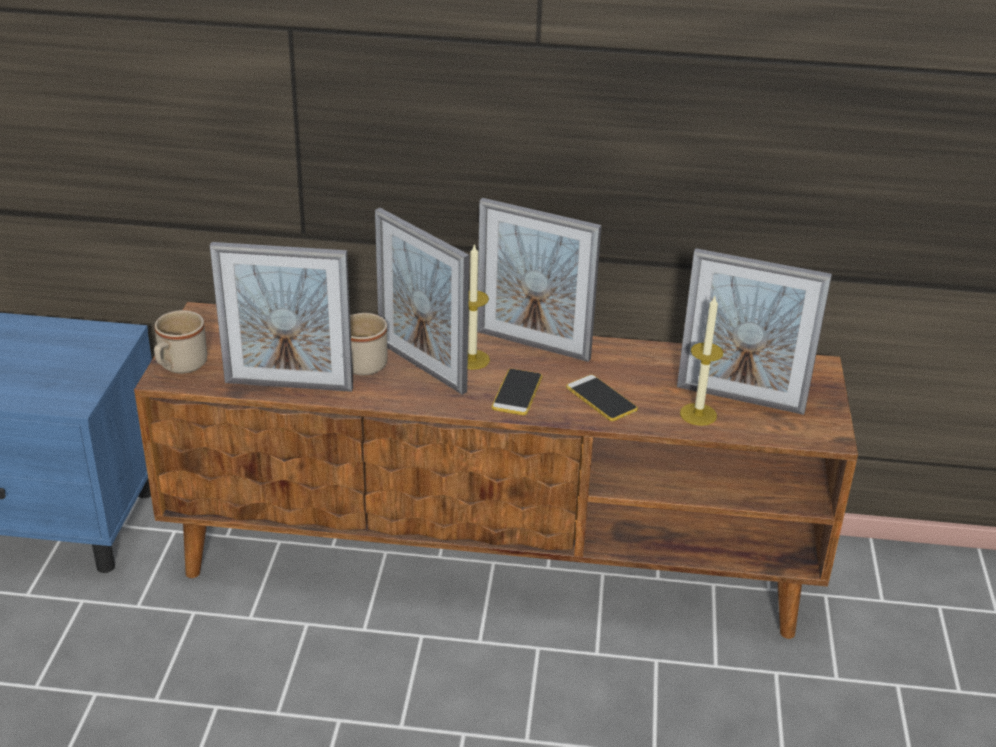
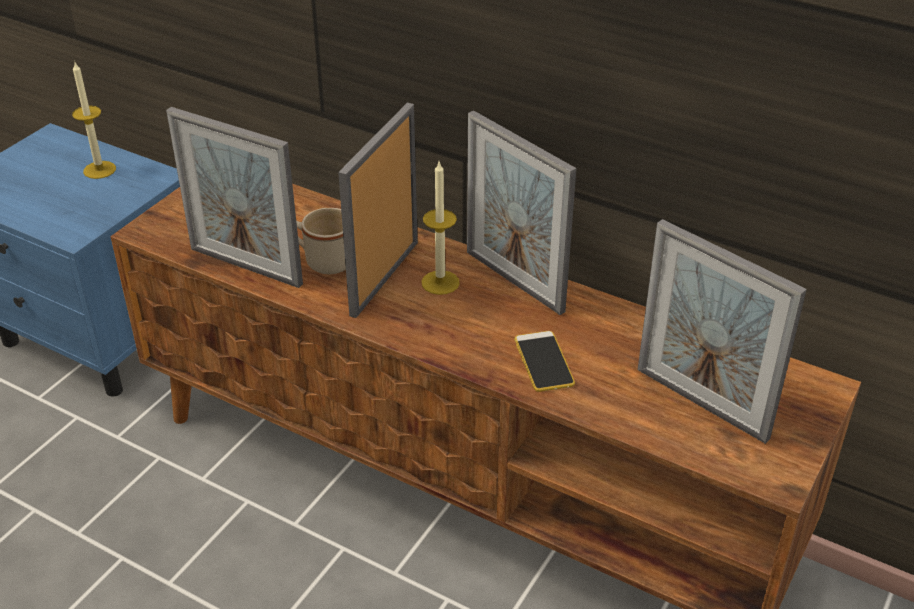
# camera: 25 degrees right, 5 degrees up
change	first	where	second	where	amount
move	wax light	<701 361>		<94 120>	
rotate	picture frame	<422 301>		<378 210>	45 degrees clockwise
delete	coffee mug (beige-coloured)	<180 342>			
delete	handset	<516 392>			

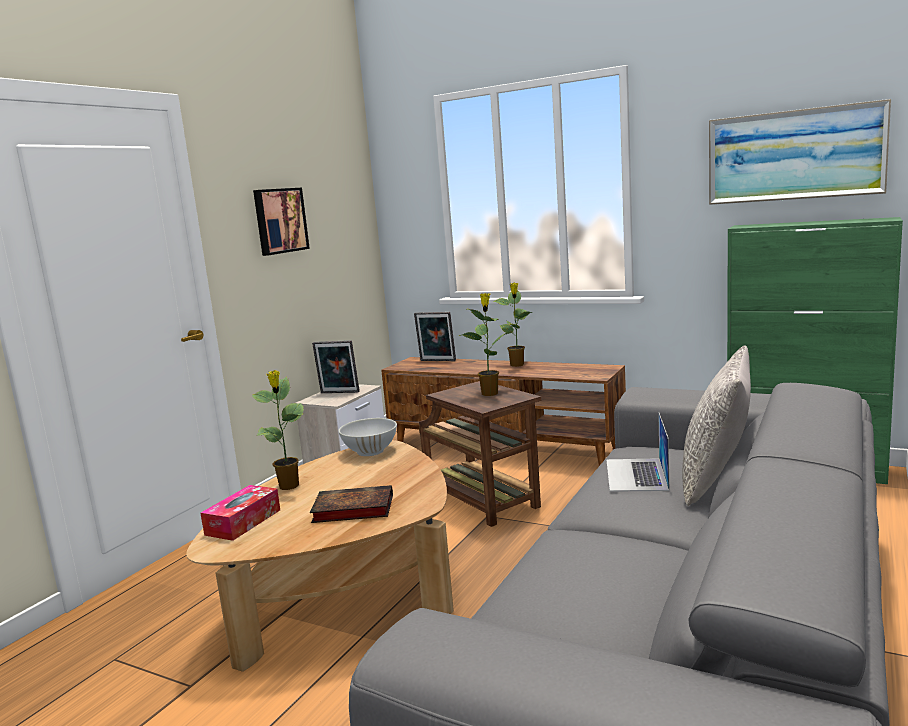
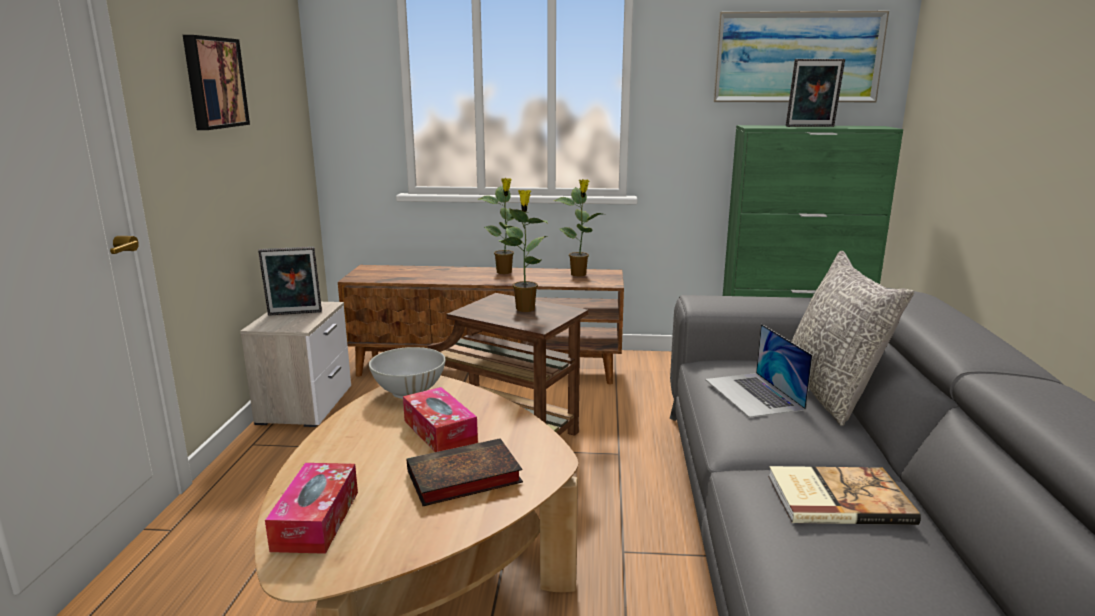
# camera: 25 degrees left, 5 degrees up
change	first	where	second	where	amount
insert			tissue box	<440 419>	
move	houseplant	<278 430>		<578 227>	
insert			bound book	<844 495>	
move	picture frame	<435 336>		<815 93>	

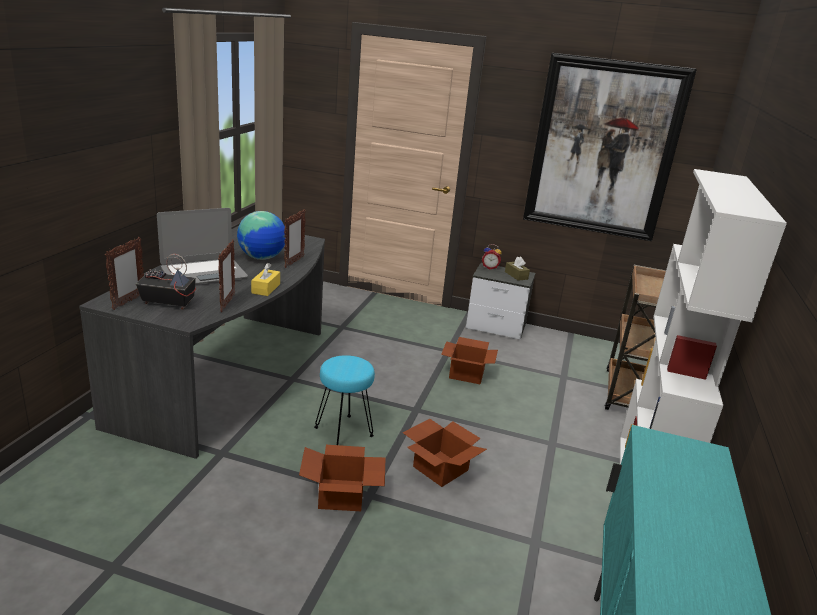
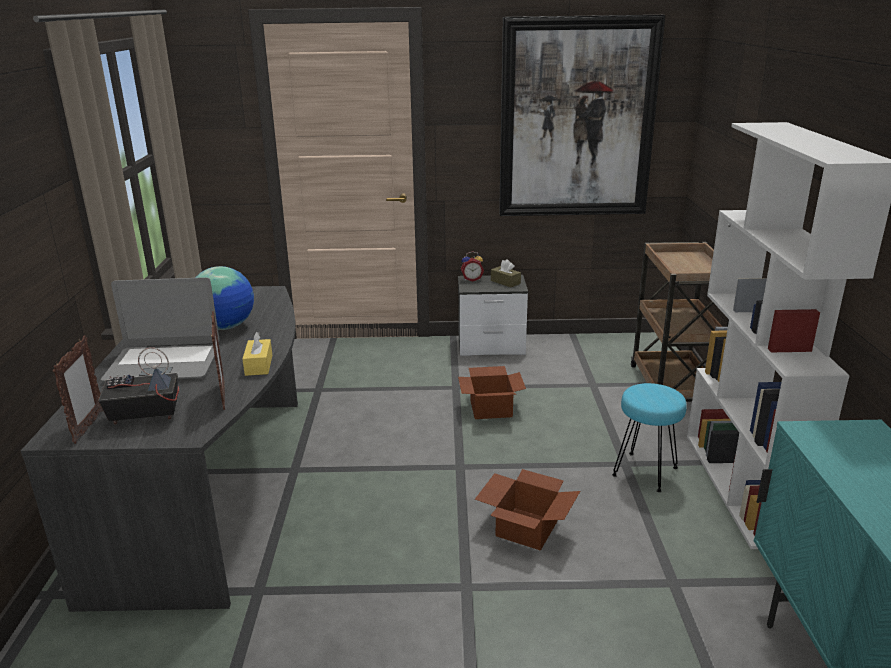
# camera: 15 degrees left, 0 degrees up
change	first	where	second	where	amount
rotate	notebook computer	<202 246>		<160 329>	45 degrees clockwise
move	sitting stool (turquoise)	<344 400>		<649 437>	
delete	picture frame	<295 238>			
delete	cardboard box	<342 478>			

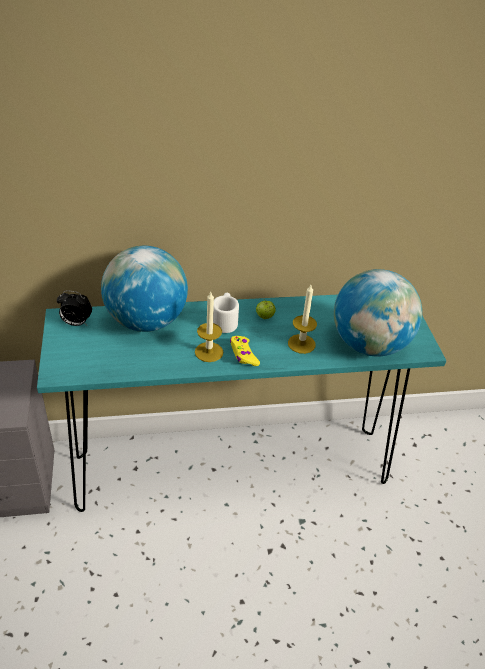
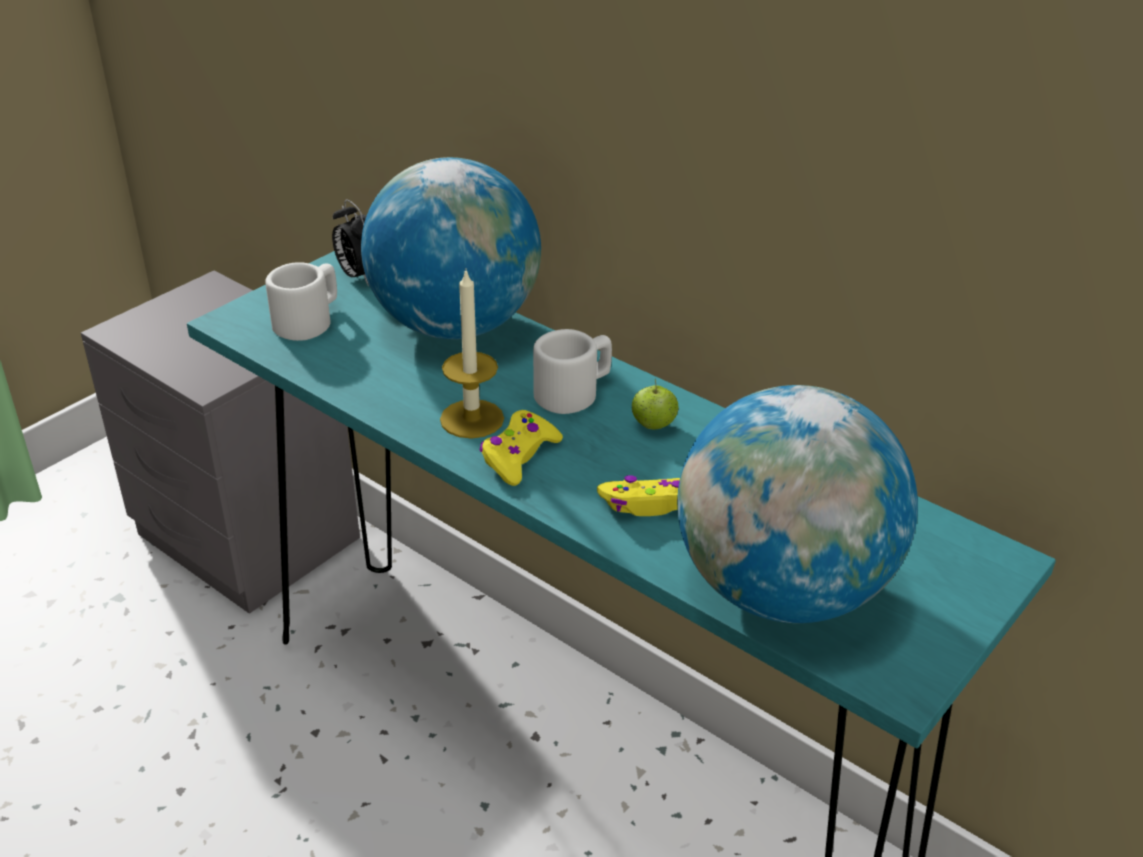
# camera: 50 degrees right, 5 degrees down
change	first	where	second	where	amount
insert			coffee mug (whitish)	<301 301>	
replace	wax light	<302 319>	joypad (yellow)	<638 495>	

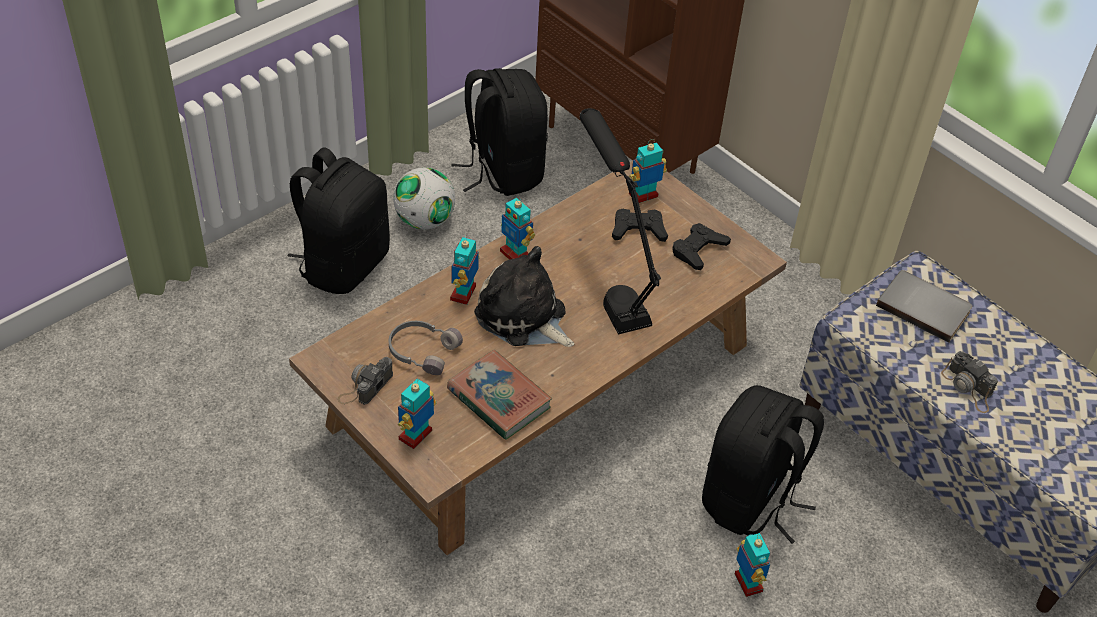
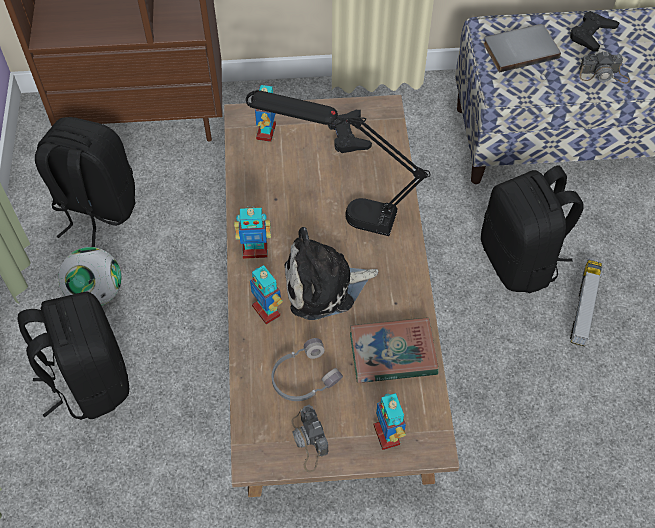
# camera: 50 degrees left, 10 degrees up
change	first	where	second	where	amount
move	joypad (blackish)	<640 225>		<594 31>	
replace	model robot	<752 565>	toy lorry	<586 303>	

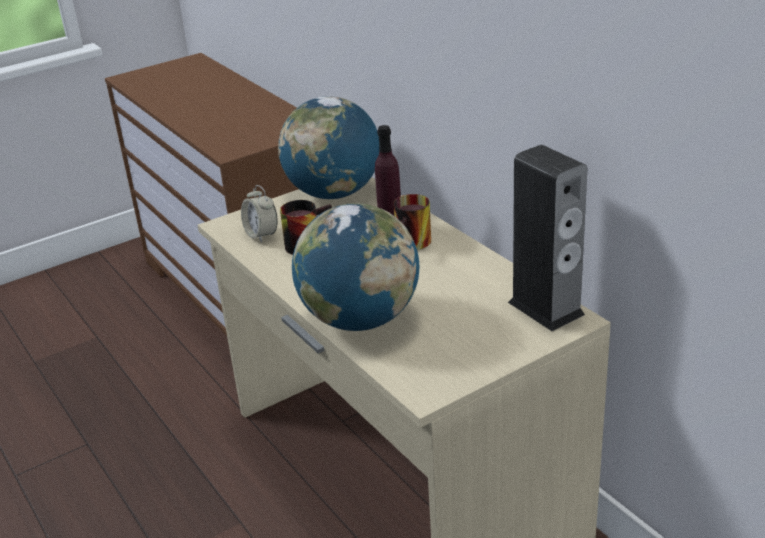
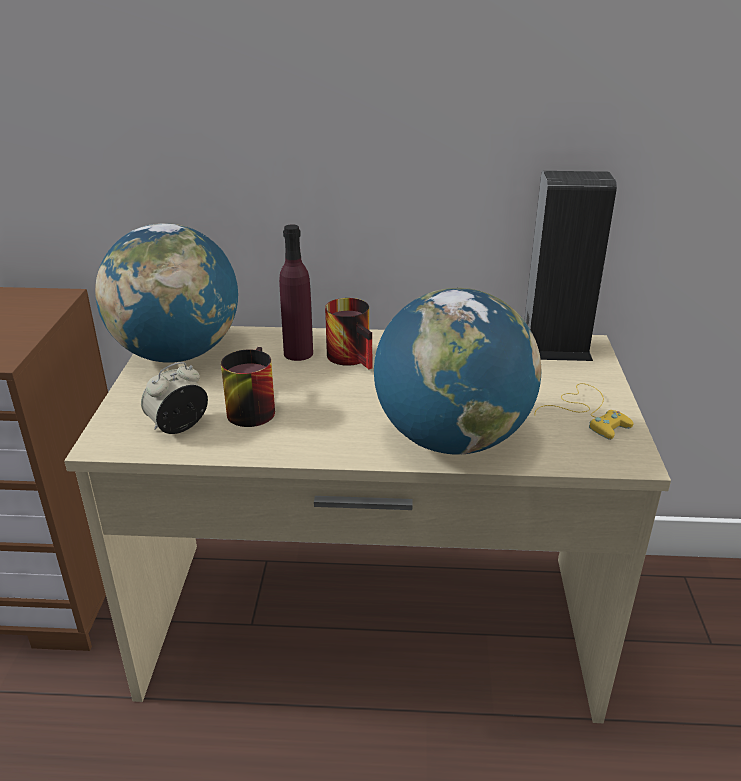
# camera: 55 degrees left, 0 degrees up
change	first	where	second	where	amount
rotate	bedside clock	<259 214>		<174 398>	135 degrees clockwise
insert			joypad (yellow)	<584 411>	

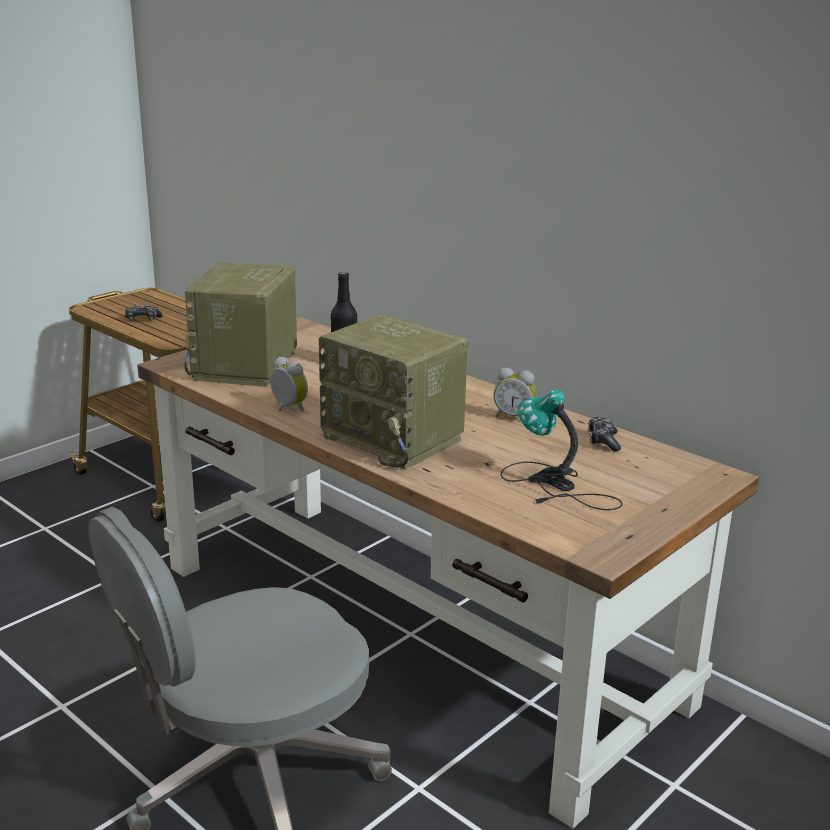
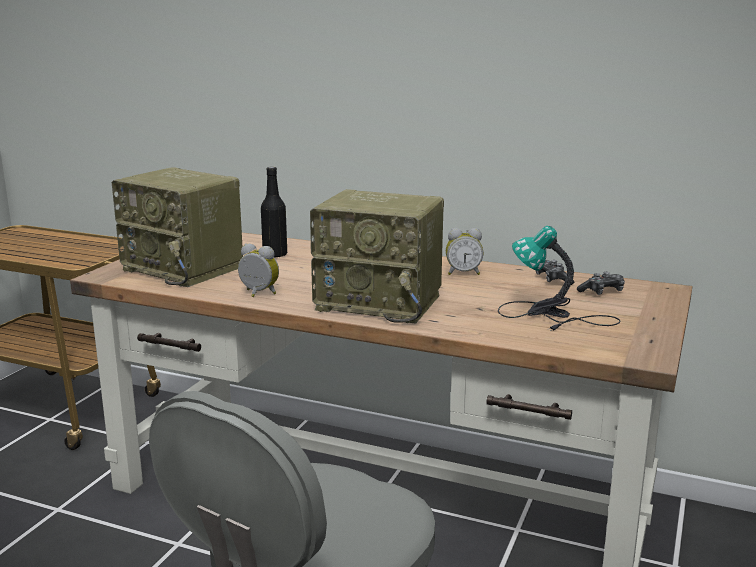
# camera: 20 degrees left, 5 degrees down
change	first	where	second	where	amount
rotate	radio receiver	<240 324>		<177 227>	45 degrees counterclockwise
move	joypad	<144 312>		<601 283>	

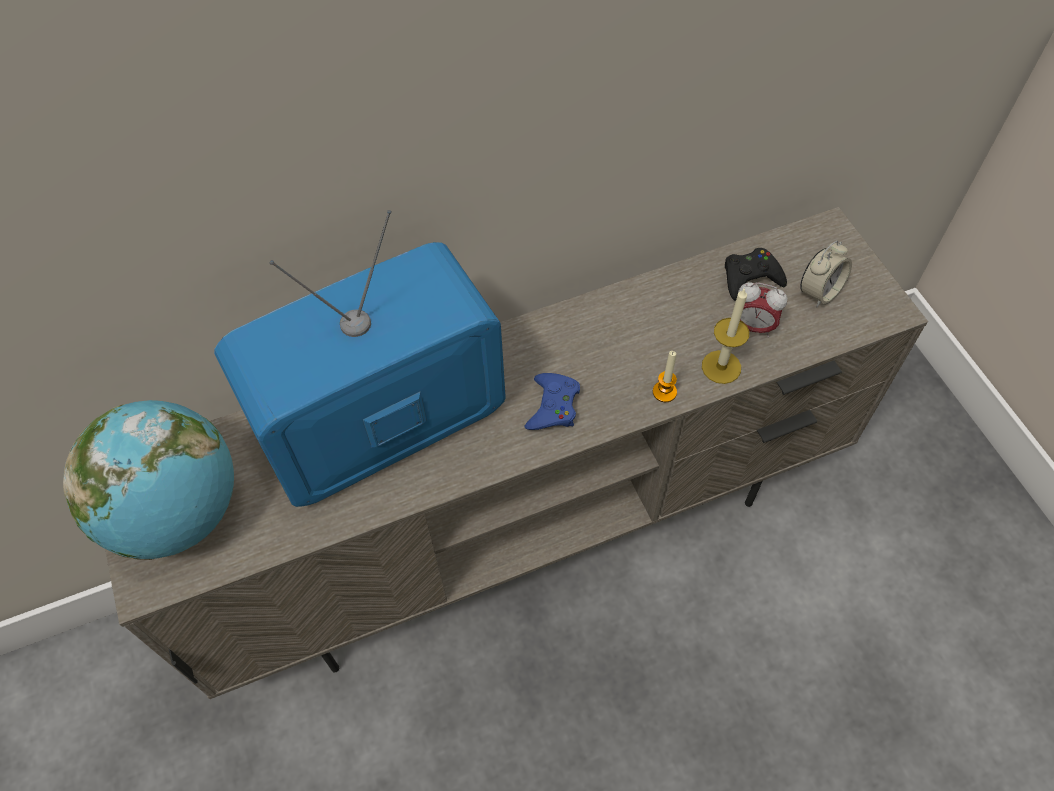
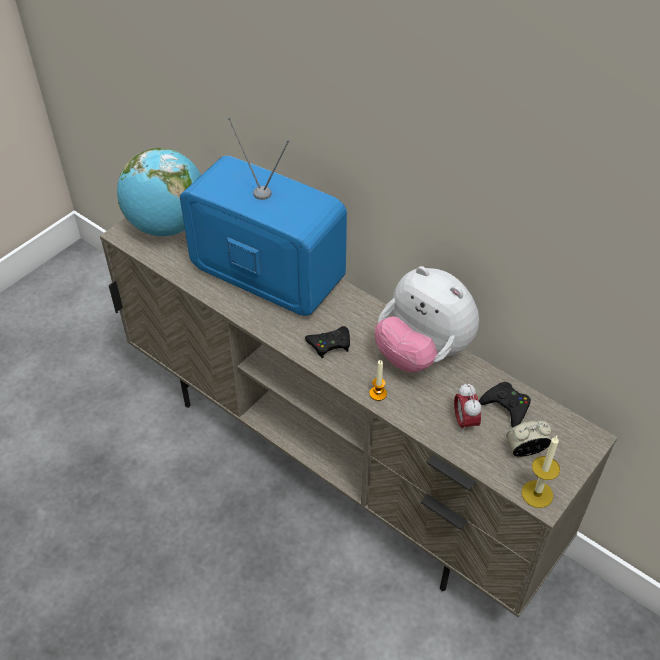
# camera: 60 degrees right, 10 degrees down
change	first	where	second	where	amount
recolor	joypad (blue-coloured)	<552 401>	joypad (blackish)	<327 342>	
insert			soft toy	<427 319>	
rotate	bedside clock	<826 274>		<528 438>	150 degrees clockwise
move	wax light	<725 336>		<541 472>	

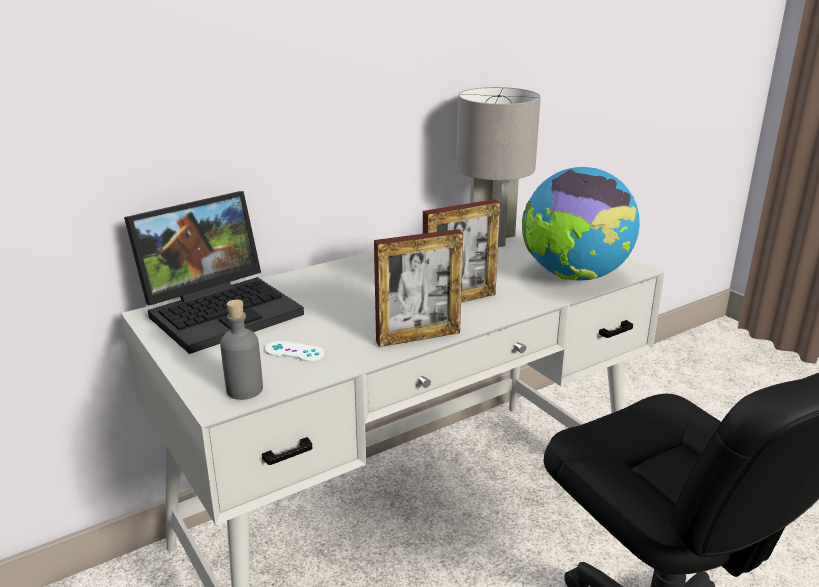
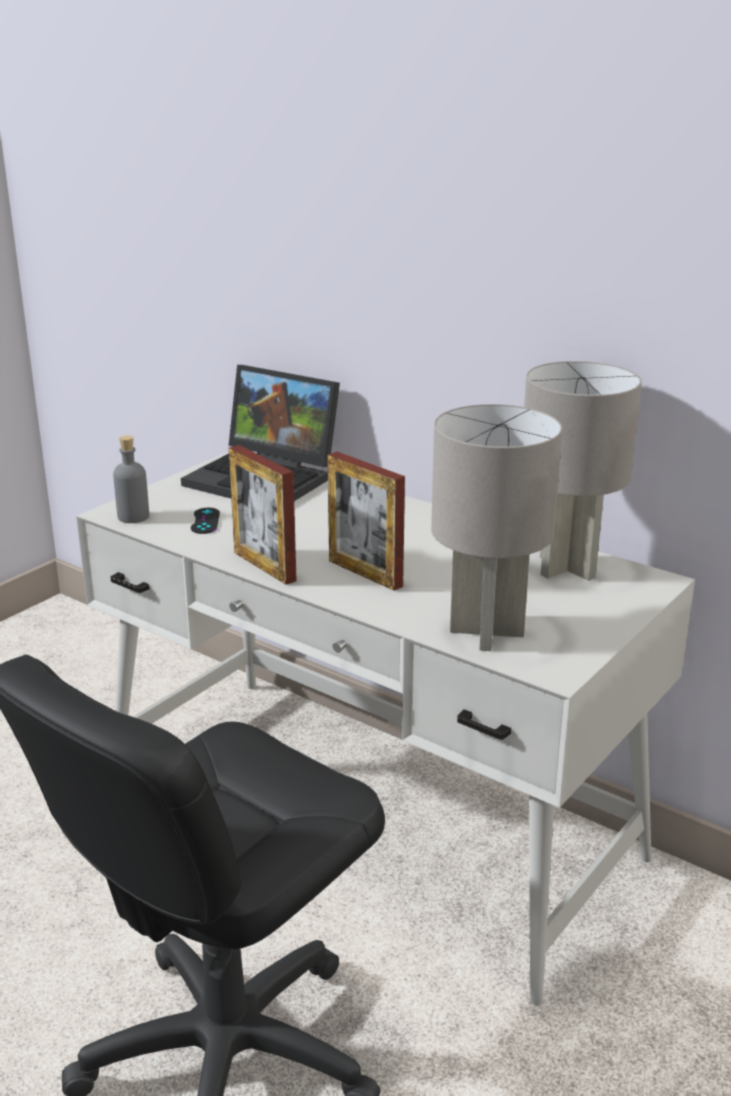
# camera: 70 degrees right, 0 degrees up
change	first	where	second	where	amount
recolor	joypad (whitish)	<295 351>	joypad (blackish)	<205 521>	
replace	world globe	<581 224>	table lamp (greyish)	<497 527>	

